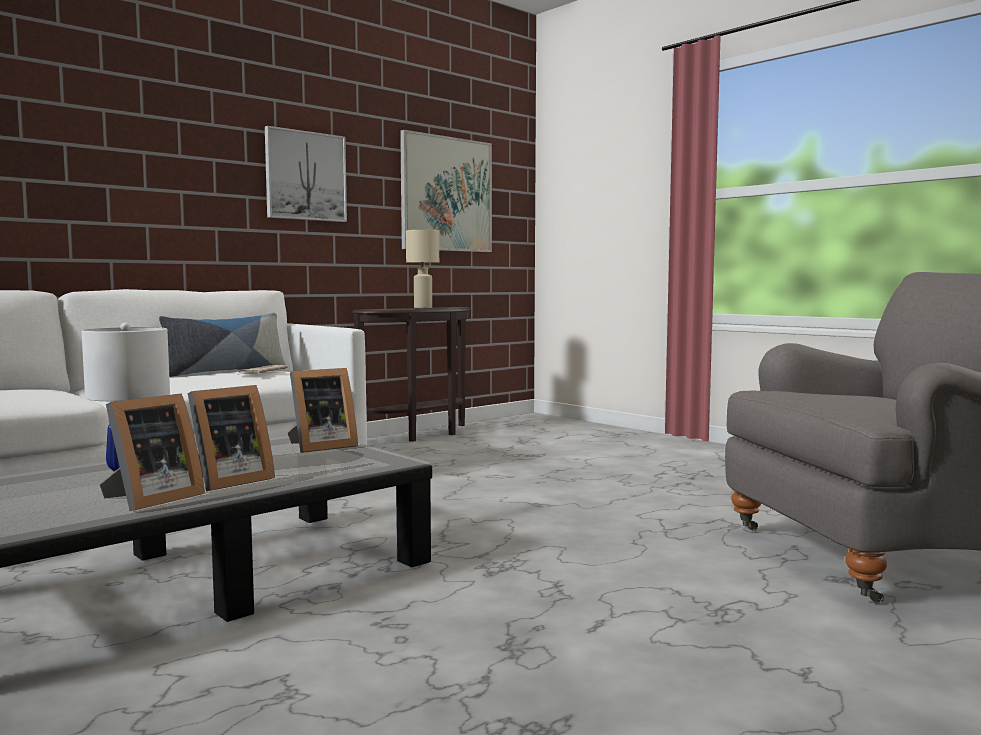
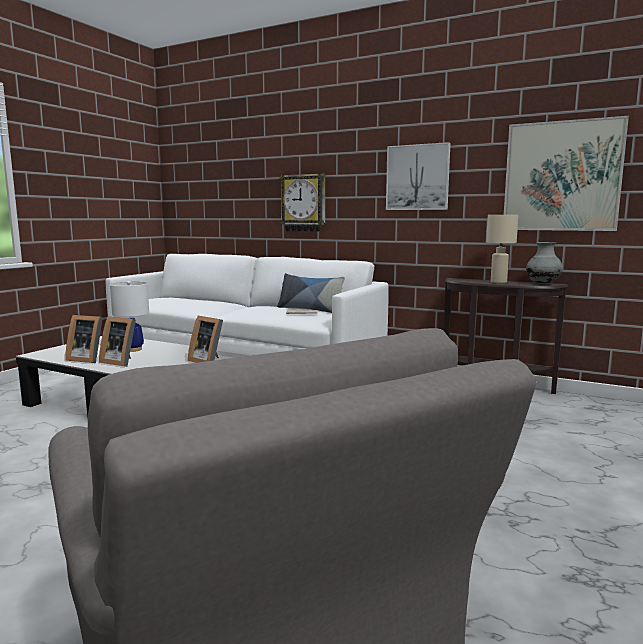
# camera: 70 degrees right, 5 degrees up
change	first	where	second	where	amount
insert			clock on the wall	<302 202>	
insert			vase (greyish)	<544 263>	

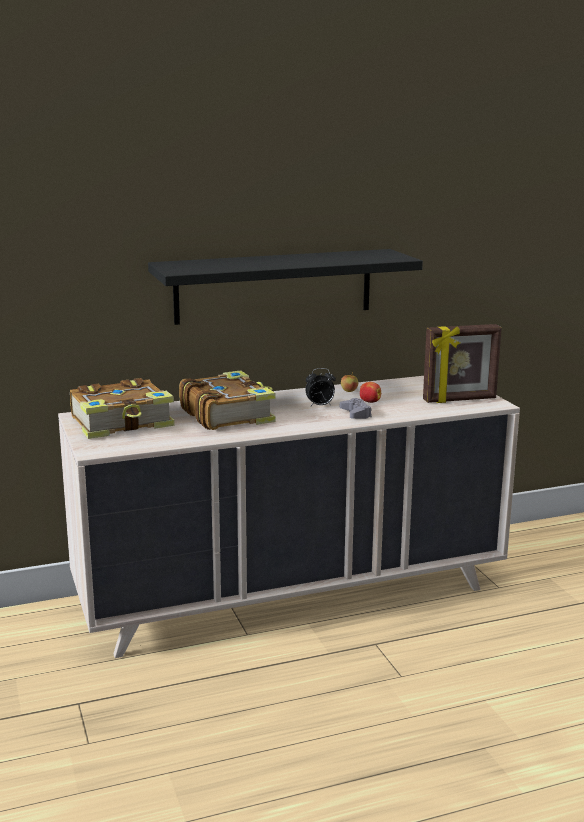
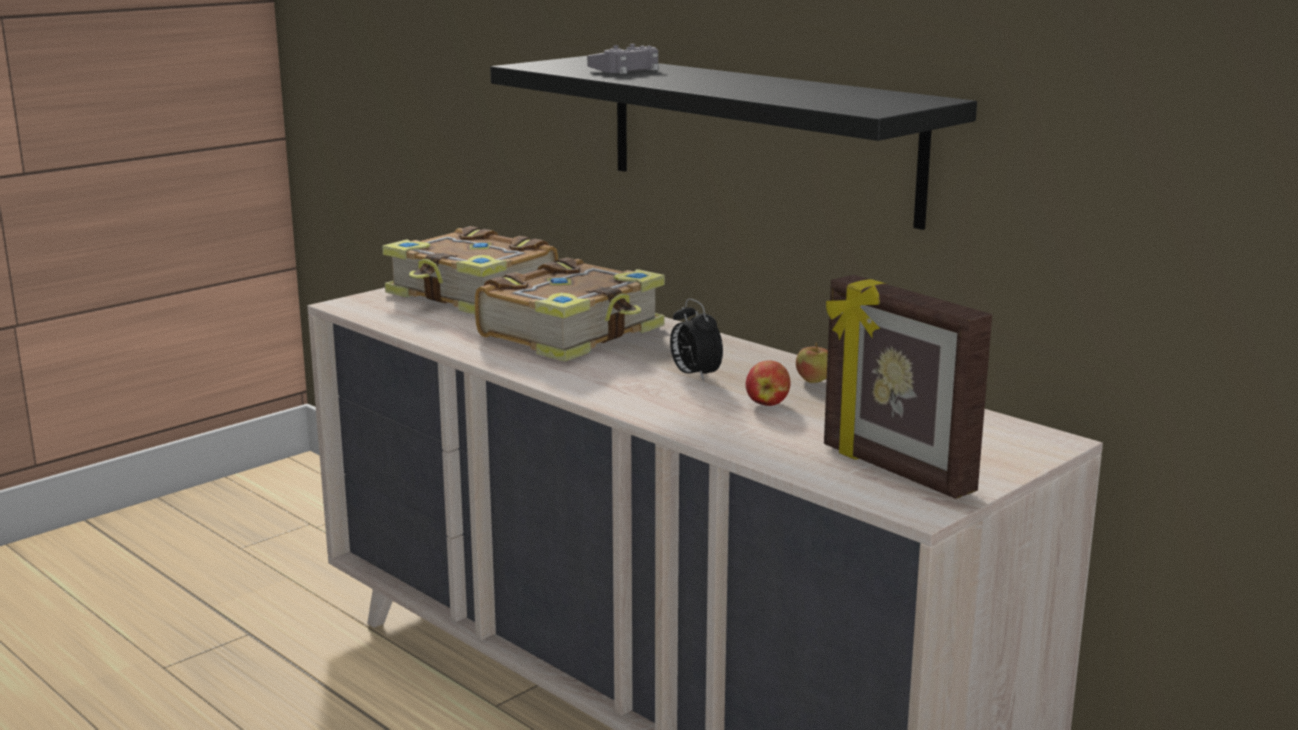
# camera: 65 degrees right, 0 degrees up
change	first	where	second	where	amount
move	joypad (greyish)	<356 408>		<623 59>	

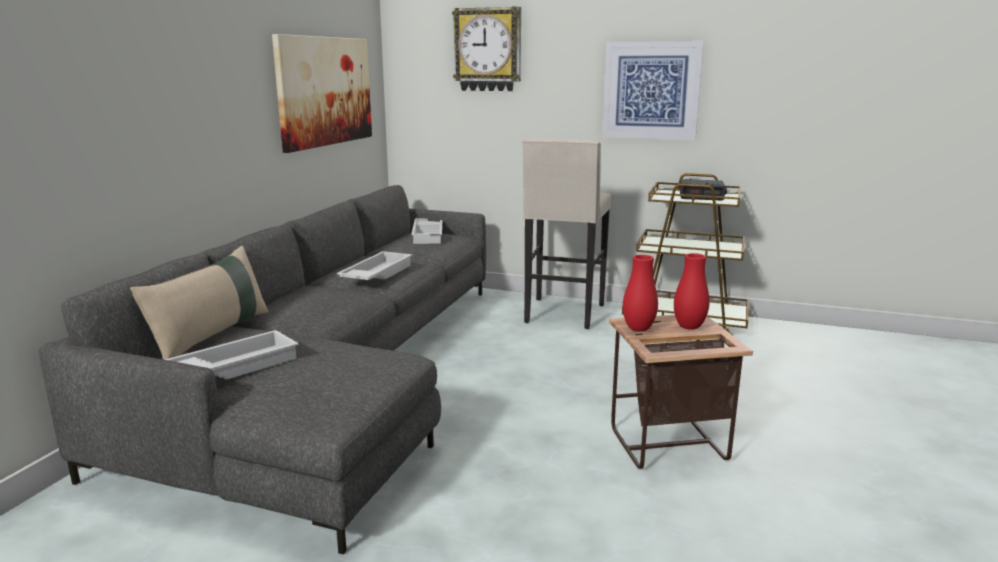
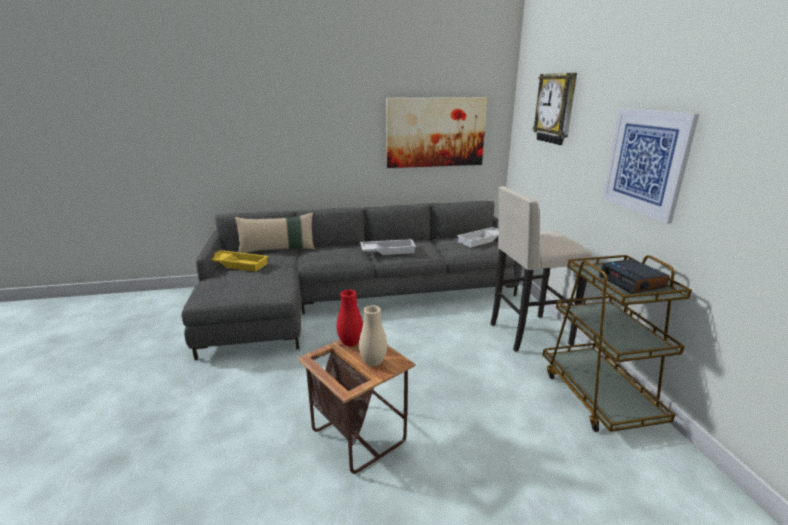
# camera: 60 degrees right, 5 degrees up
change	first	where	second	where	amount
recolor	serving tray (whitish)	<232 355>	serving tray (yellow)	<240 261>	
recolor	vase (red)	<692 291>	vase (beige-coloured)	<373 335>	

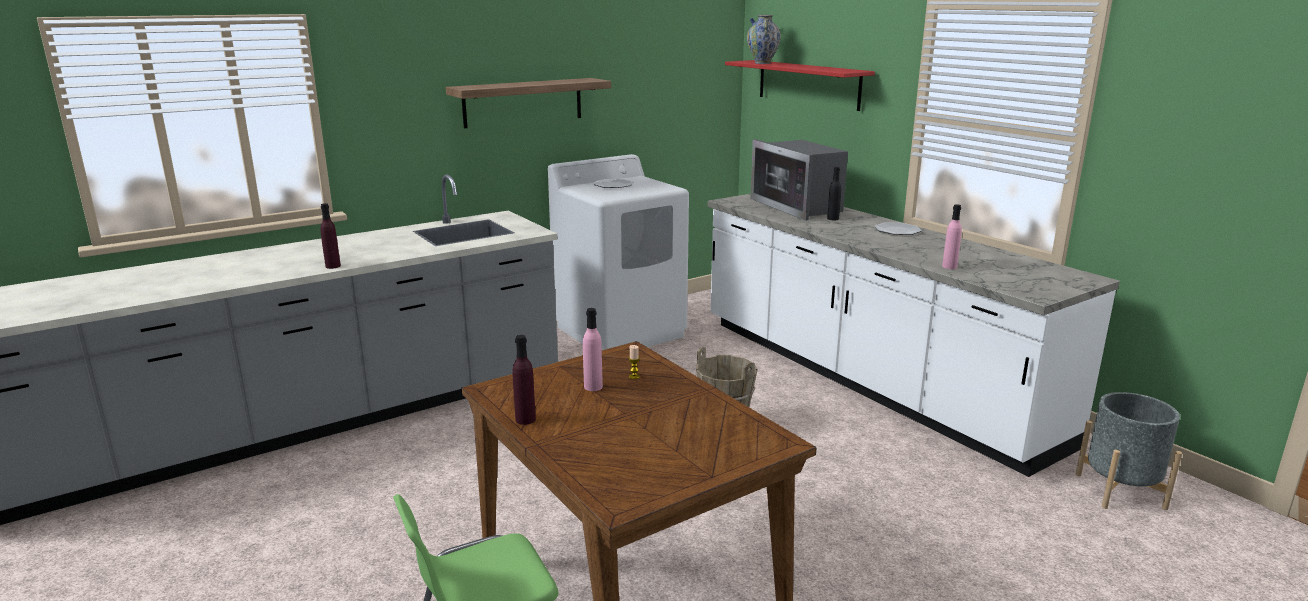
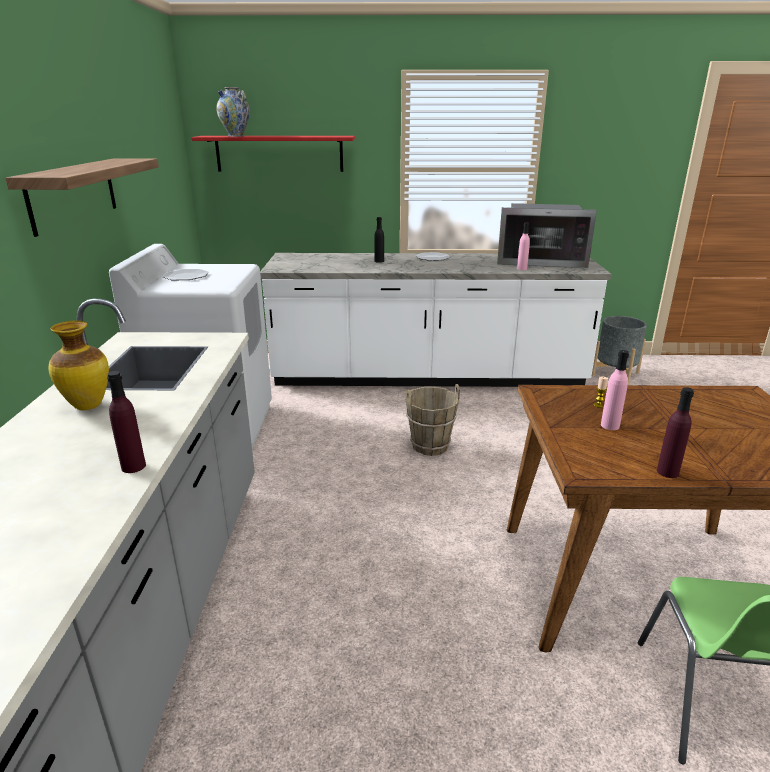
# camera: 55 degrees left, 5 degrees up
change	first	where	second	where	amount
insert			vase	<78 365>	
move	kitchen microwave	<799 180>		<547 235>	

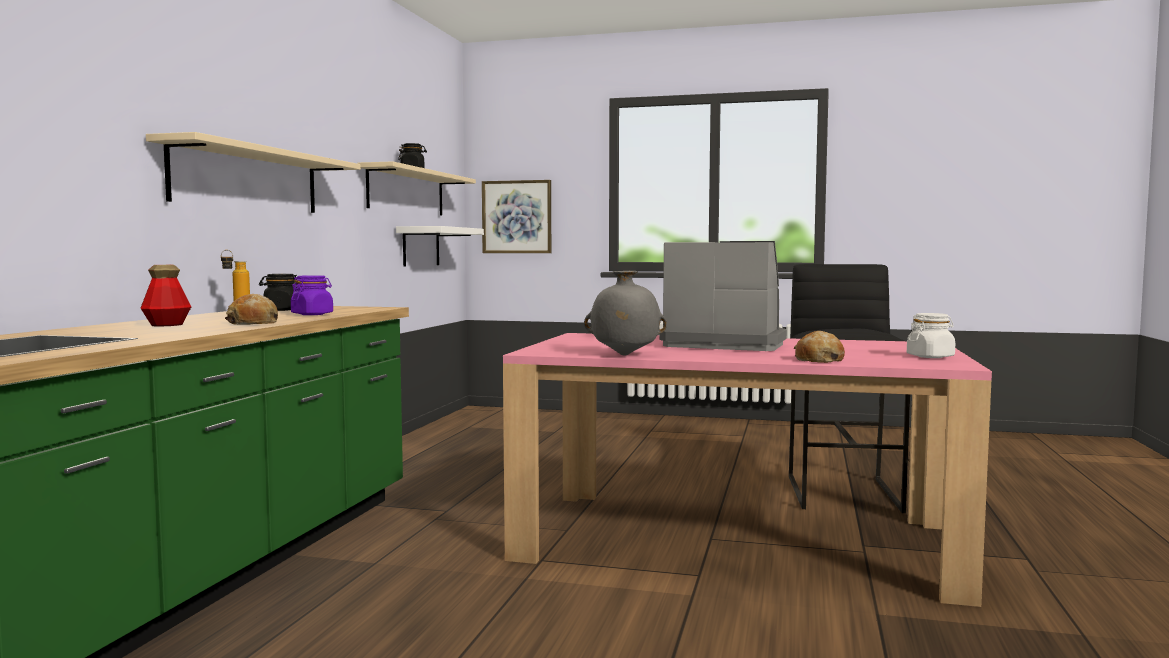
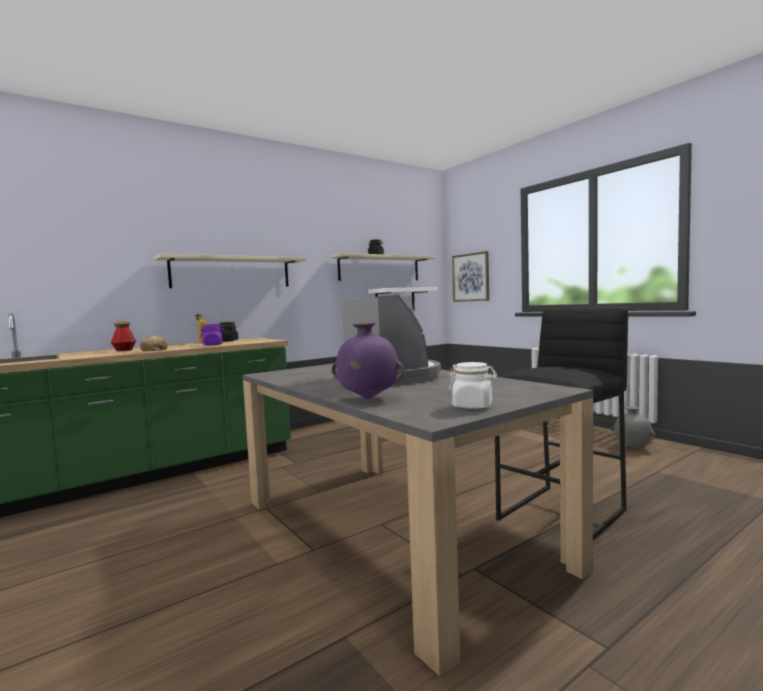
# camera: 40 degrees right, 0 degrees up
change	first	where	second	where	amount
recolor	dining table (pink-coloured)	<747 470>	dining table (greyish)	<418 520>	
replace	baked bread	<819 347>	vase (purple-coloured)	<368 361>	
move	vase (greyish)	<625 313>		<633 427>	

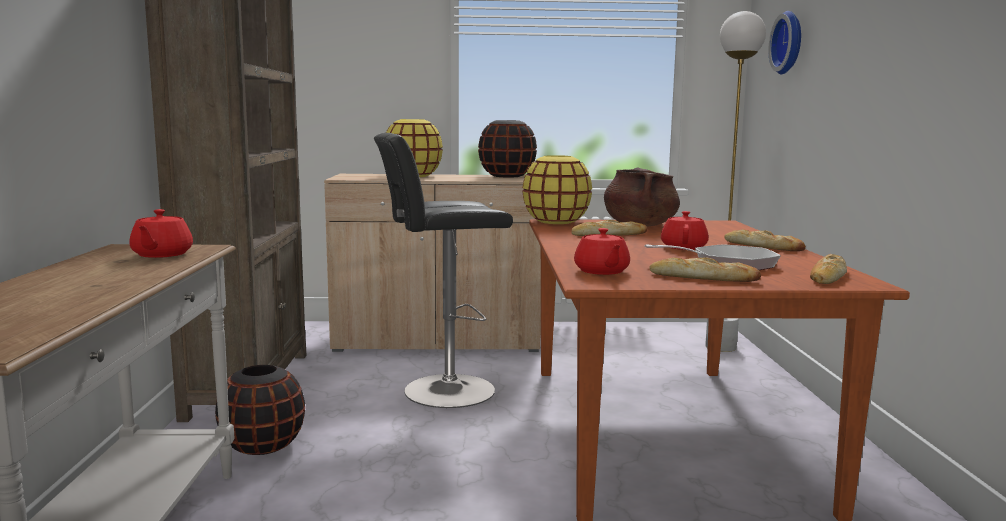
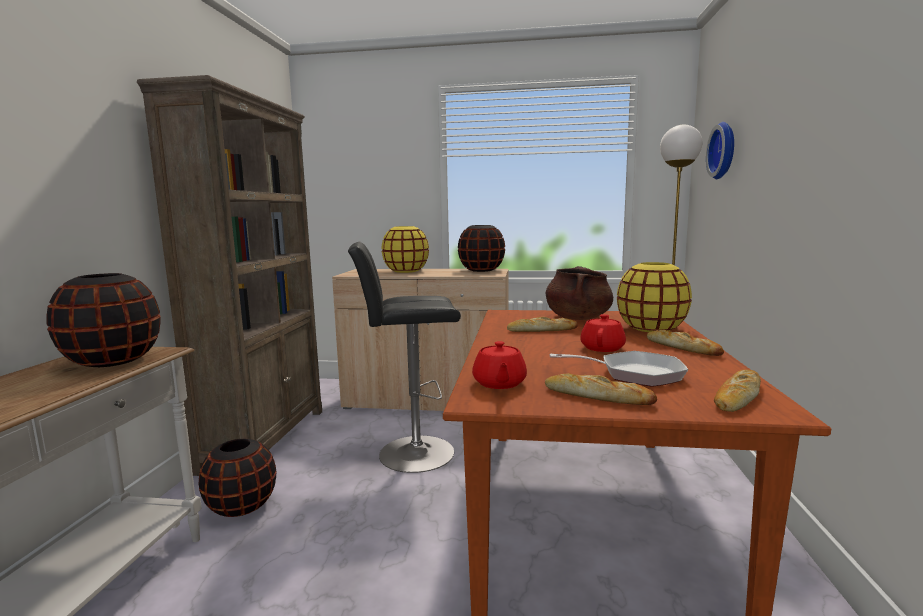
# camera: 10 degrees right, 0 degrees up
change	first	where	second	where	amount
replace	tea pot (red)	<161 233>	vase (blackish)	<103 320>	
move	vase (yellow)	<557 189>		<654 297>	

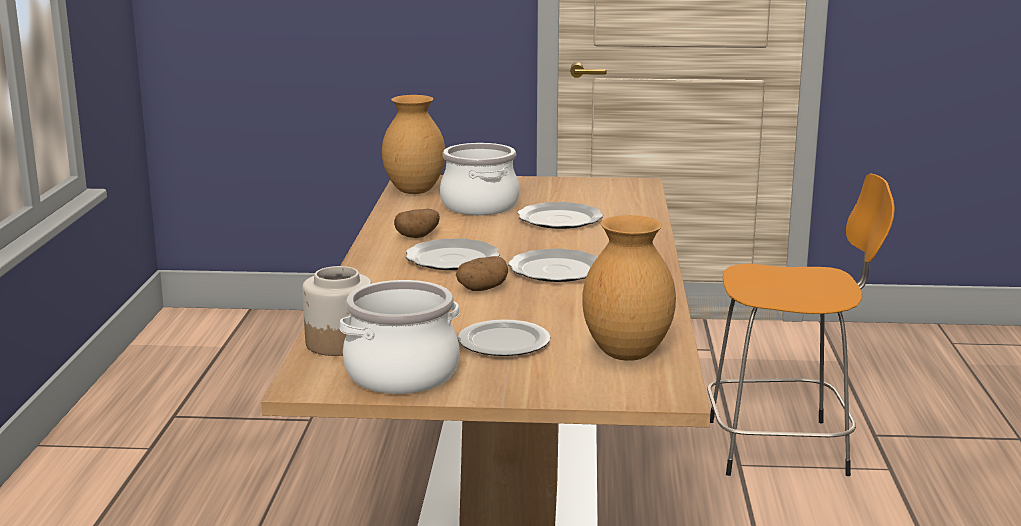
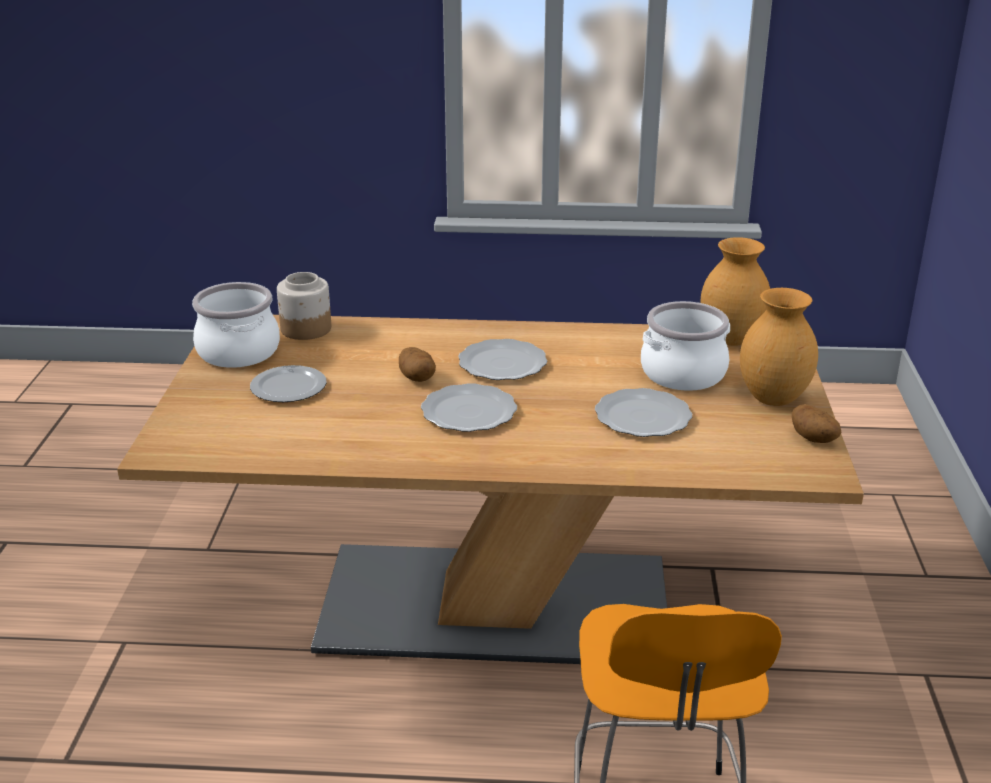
# camera: 90 degrees right, 10 degrees up
change	first	where	second	where	amount
move	vase (brownish)	<629 288>		<779 347>	
move	potato	<417 223>		<816 423>	

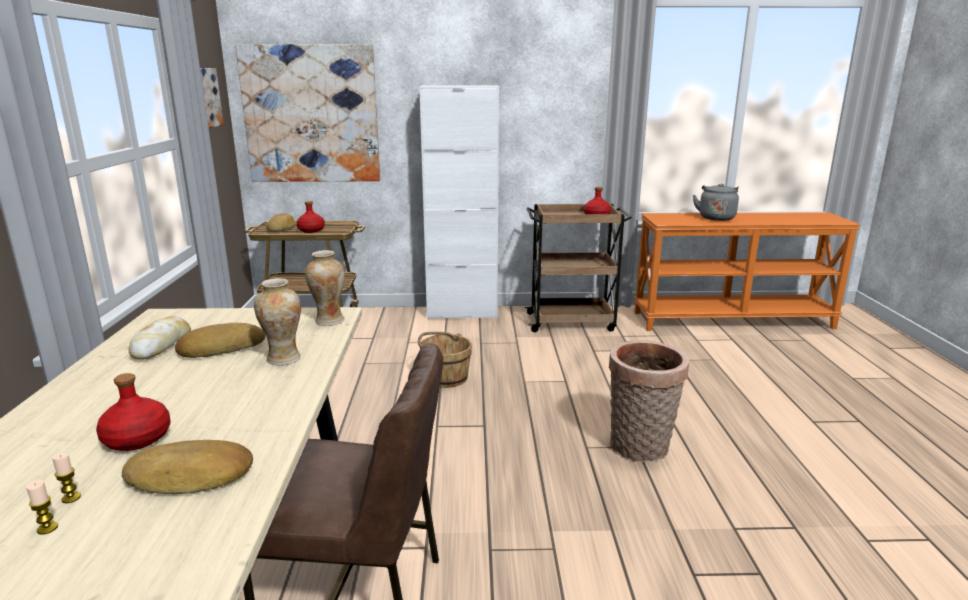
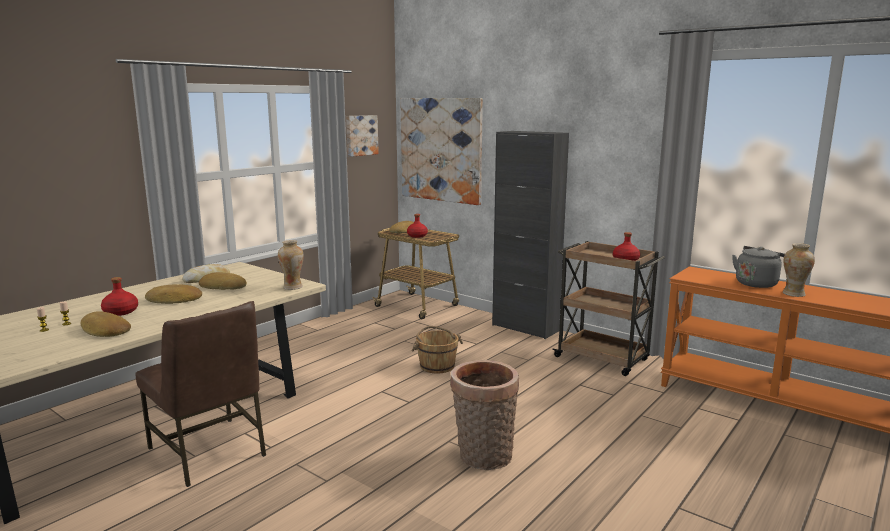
# camera: 40 degrees right, 5 degrees down
change	first	where	second	where	amount
insert			baked bread	<173 294>	
recolor	cabinet (whitish)	<459 202>	cabinet (blackish)	<530 235>	
move	vase	<277 322>		<799 270>	

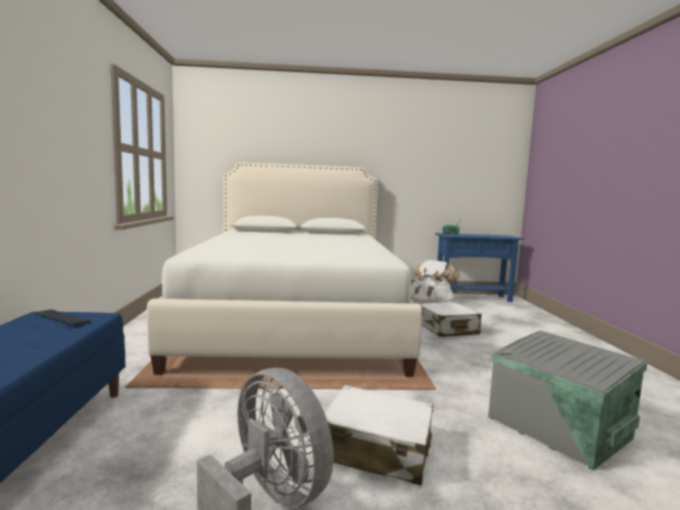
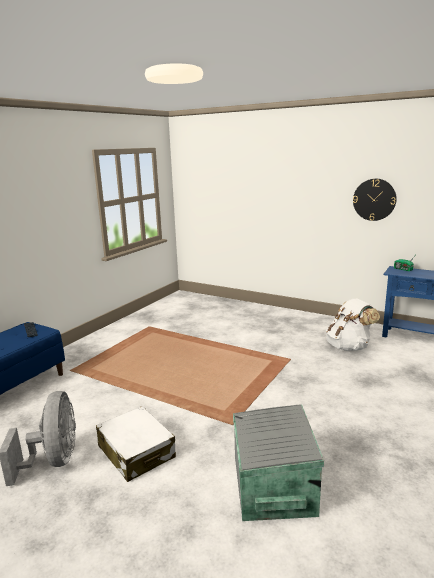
# camera: 35 degrees right, 10 degrees up
change	first	where	second	where	amount
insert			clock on the wall	<375 200>	
delete	bedroom bed (whitish)	<284 270>			
delete	piece of luggage (whitish)	<451 319>			

